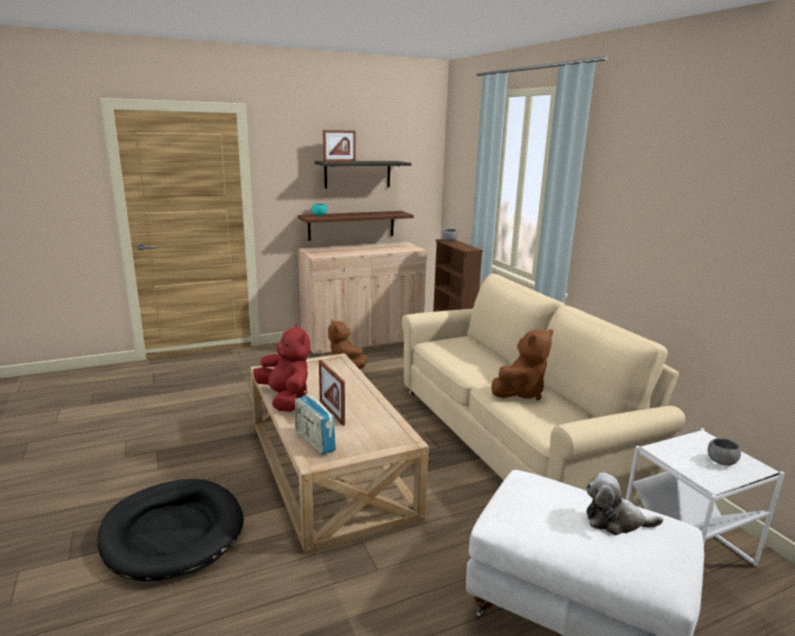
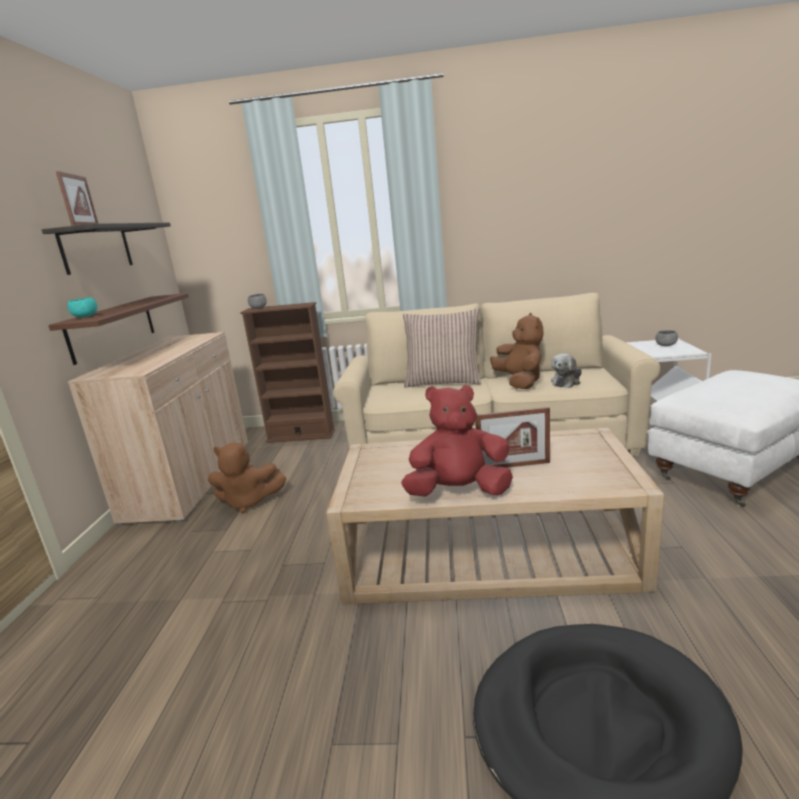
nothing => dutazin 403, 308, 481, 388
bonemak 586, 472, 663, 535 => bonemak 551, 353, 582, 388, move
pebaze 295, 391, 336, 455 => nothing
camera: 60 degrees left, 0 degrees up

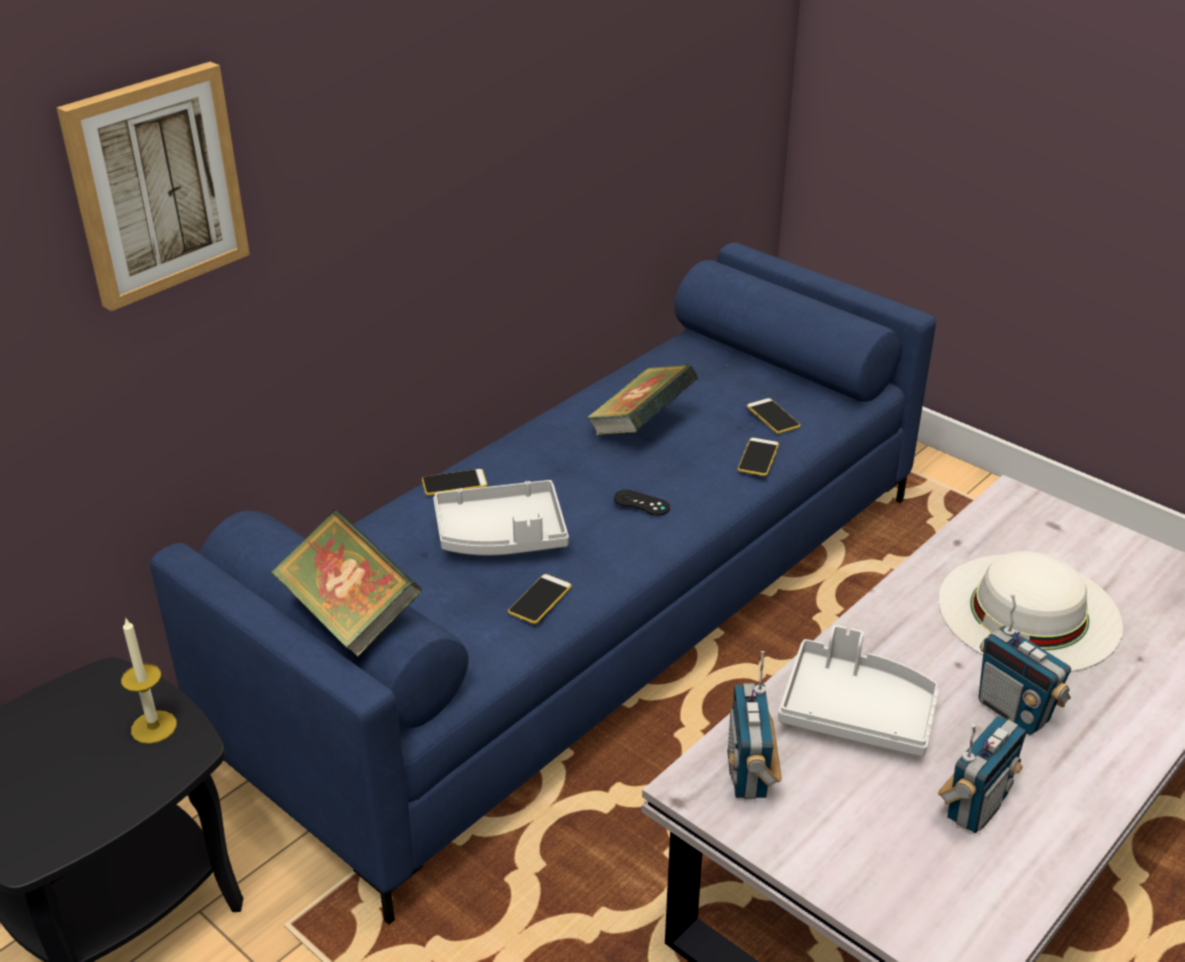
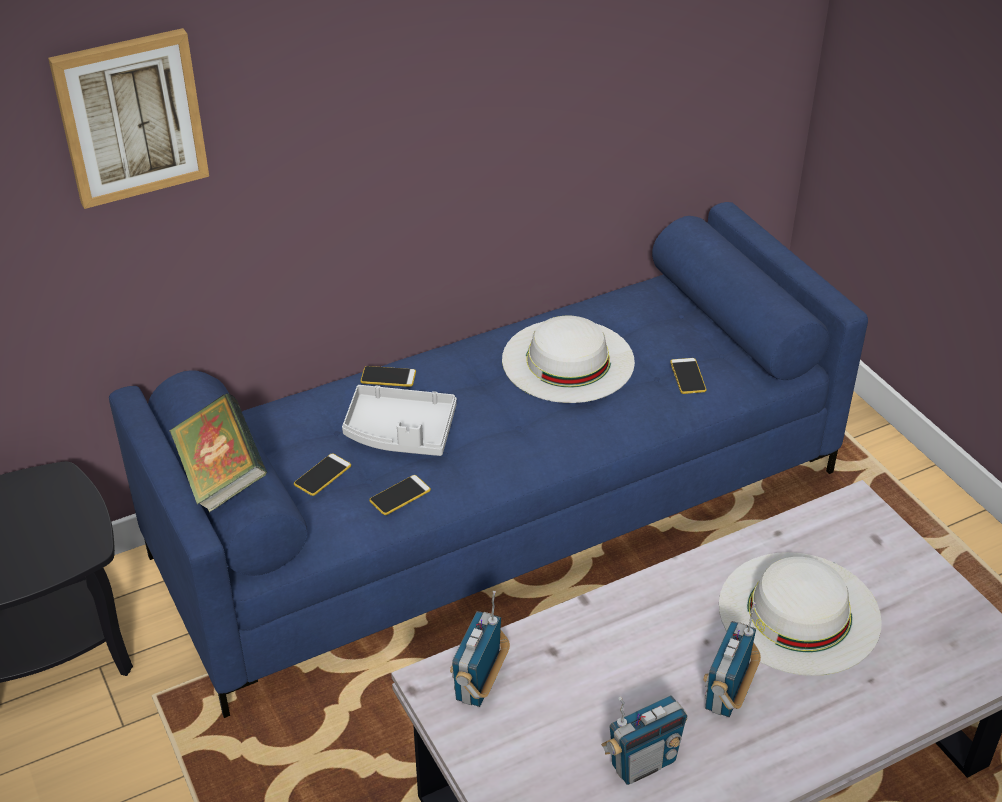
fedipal 737, 438, 779, 476 => fedipal 294, 454, 351, 496, move
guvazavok 586, 364, 698, 435 => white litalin 502, 316, 635, 403
pebaze 978, 594, 1071, 735 => pebaze 703, 602, 761, 717, 45 degrees clockwise
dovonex 121, 619, 177, 744 => nothing
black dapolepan 614, 490, 670, 516 => nothing
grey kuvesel 778, 625, 939, 757 => nothing
camera: 20 degrees right, 5 degrees up

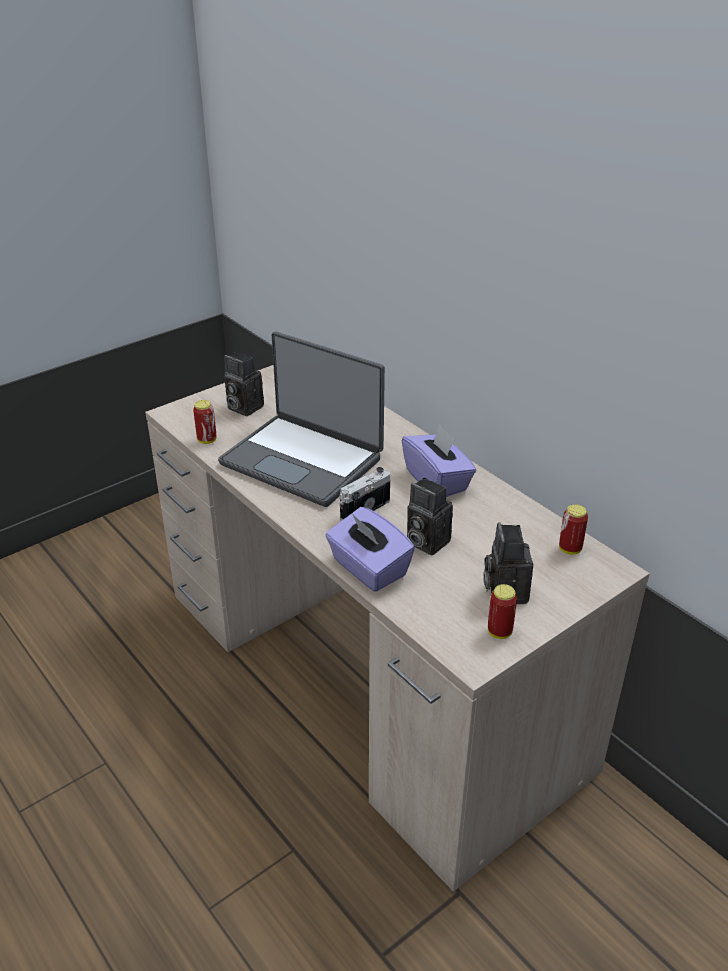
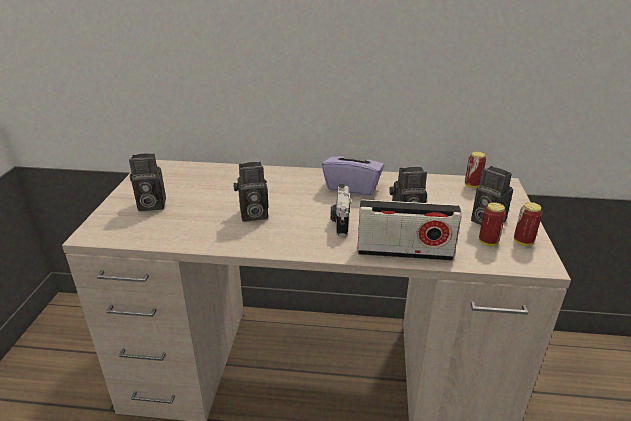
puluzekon 218, 331, 385, 507 => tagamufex 234, 162, 269, 222
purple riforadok 325, 507, 415, 592 => pebaze 357, 199, 462, 261
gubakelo 193, 400, 217, 444 => gubakelo 479, 202, 506, 246, move
camera: 45 degrees left, 5 degrees down

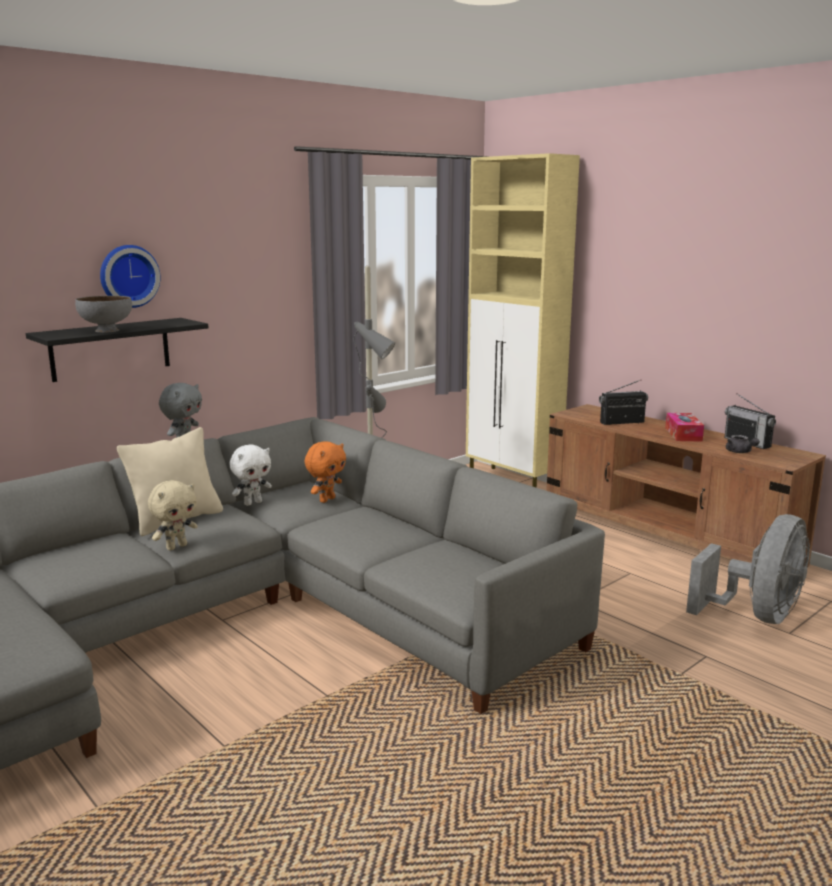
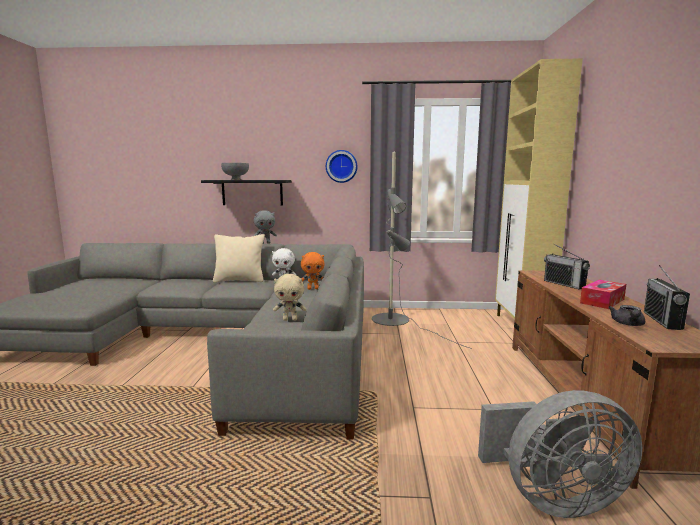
beige bonemak 148, 480, 198, 550 => beige bonemak 273, 274, 306, 321, move
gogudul 100, 245, 160, 308 => gogudul 326, 150, 357, 183, move
pebaze 599, 380, 648, 425 => pebaze 544, 244, 590, 289, 150 degrees counterclockwise
camera: 45 degrees right, 5 degrees down

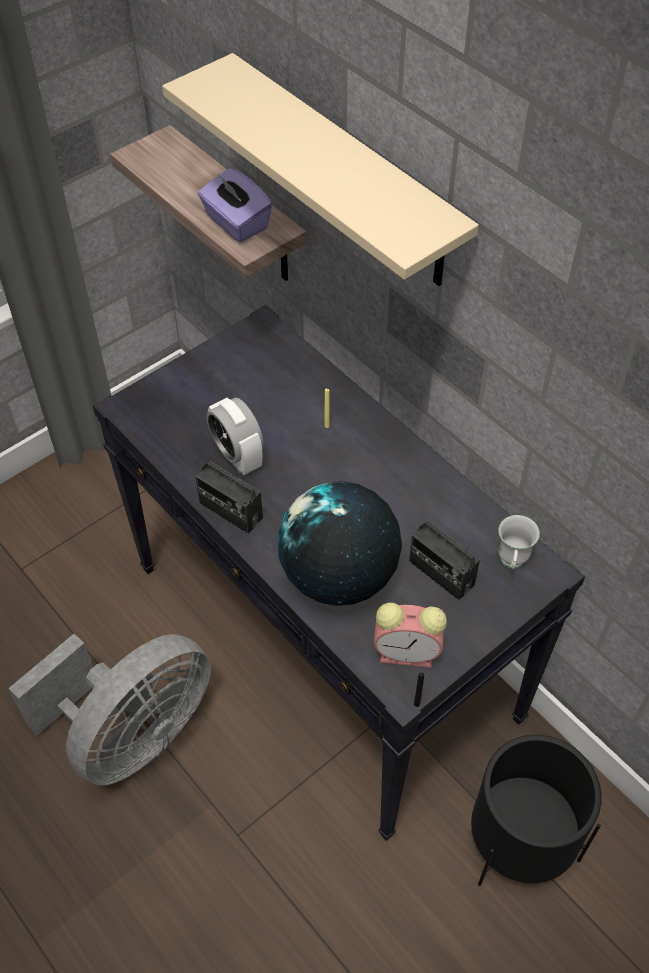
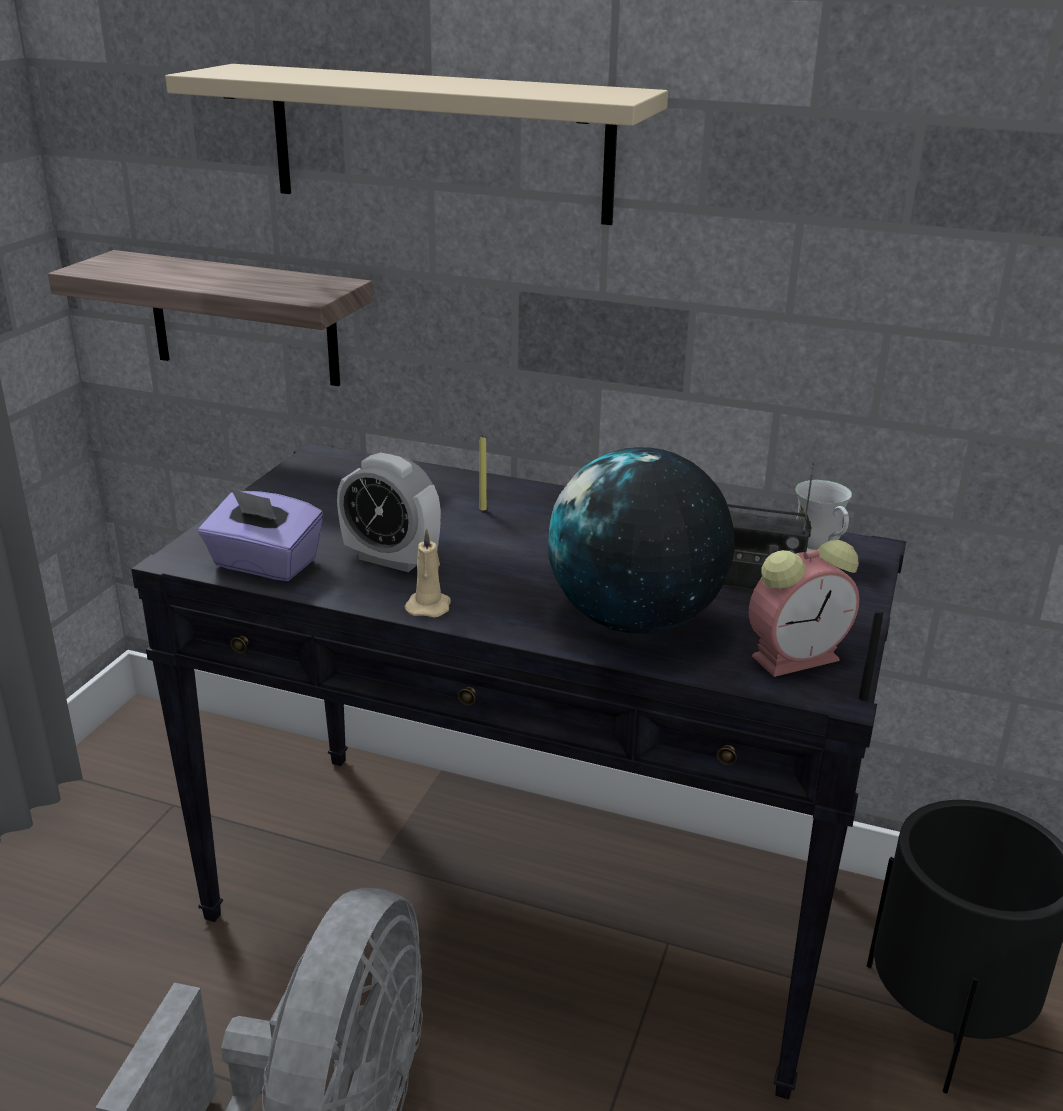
purple riforadok 198, 168, 272, 243 => purple riforadok 199, 488, 323, 581, move
pebaze 195, 461, 263, 534 => beige dovonex 405, 528, 451, 617
camera: 30 degrees left, 25 degrees down

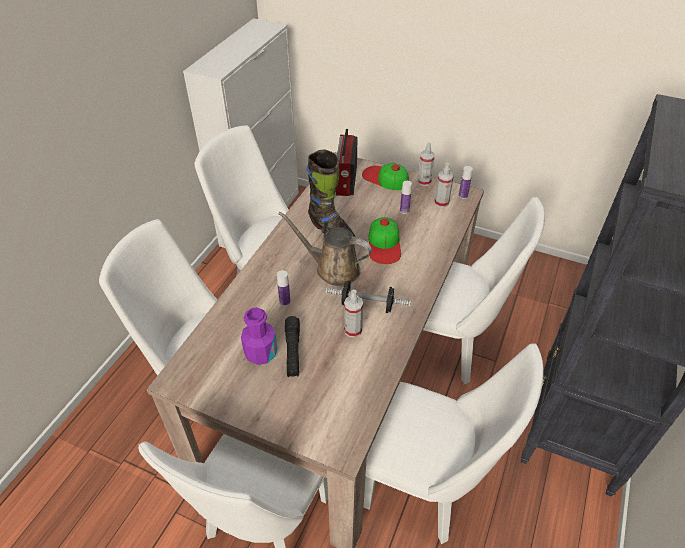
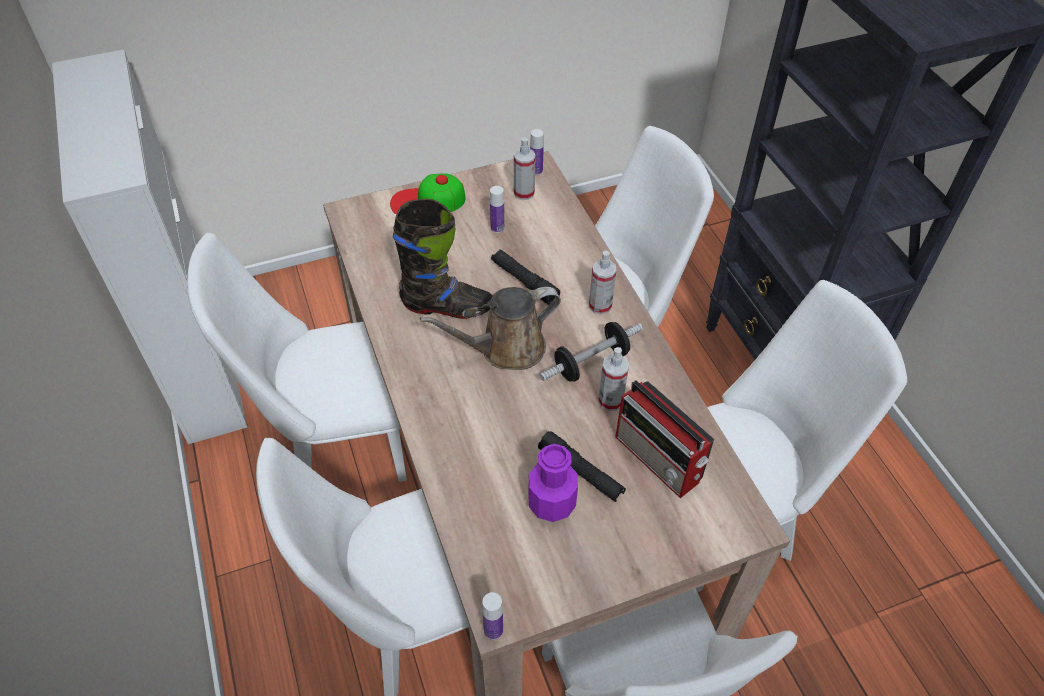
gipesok 277, 270, 291, 306 => gipesok 482, 592, 503, 640, move
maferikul 368, 217, 401, 264 => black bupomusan 491, 249, 560, 305
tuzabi 417, 142, 435, 186 => tuzabi 589, 251, 616, 315, move
pebaze 336, 129, 358, 196 => pebaze 615, 380, 714, 498, move
camera: 45 degrees left, 5 degrees up

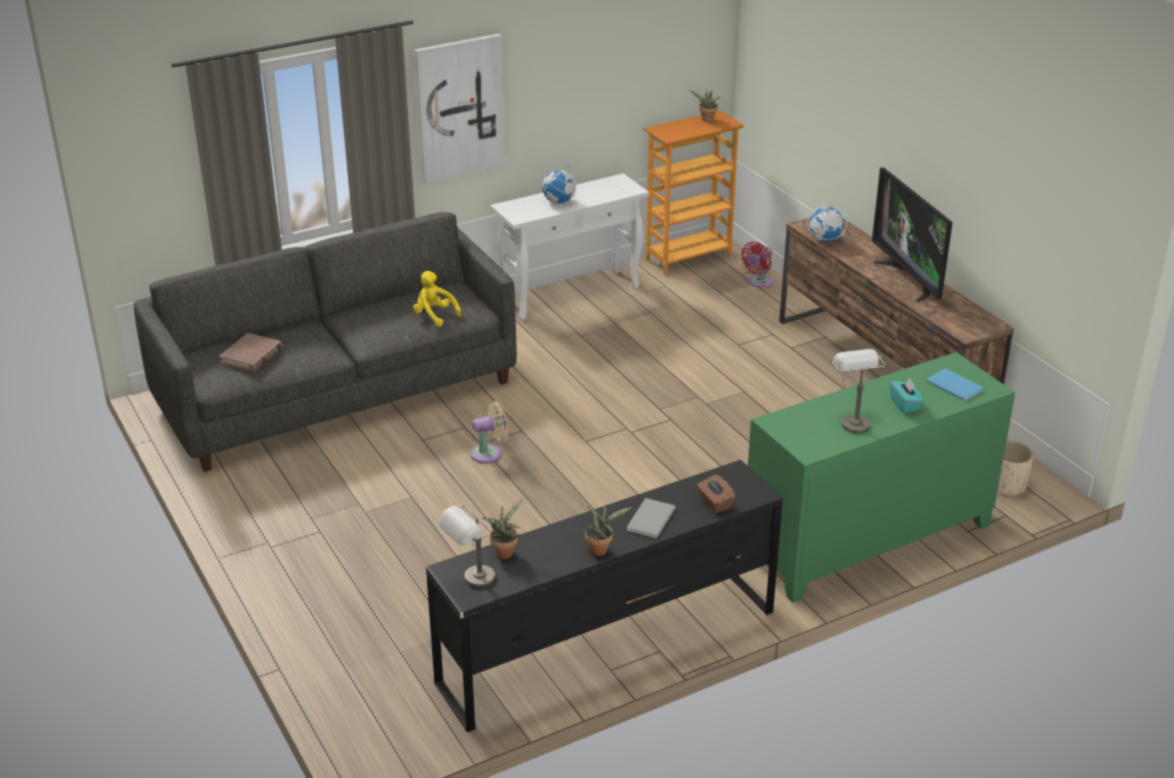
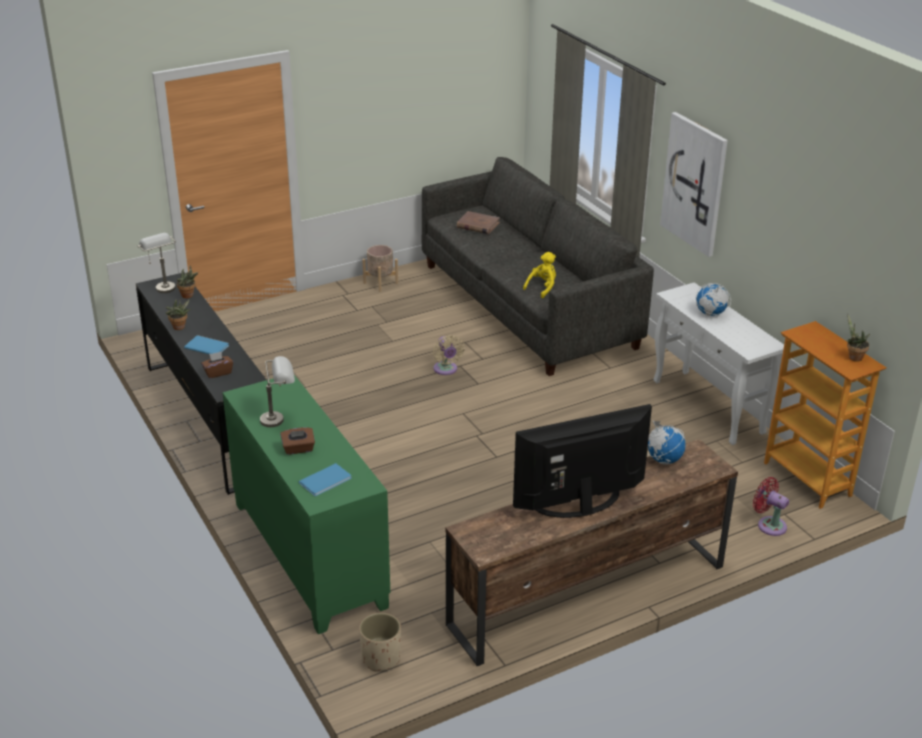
grey guvazavok 627, 498, 676, 538 => blue guvazavok 184, 335, 229, 354
turquoise riforadok 890, 377, 924, 413 => brown riforadok 280, 427, 315, 455
nothing => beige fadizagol 362, 245, 398, 292
camera: 90 degrees right, 0 degrees up

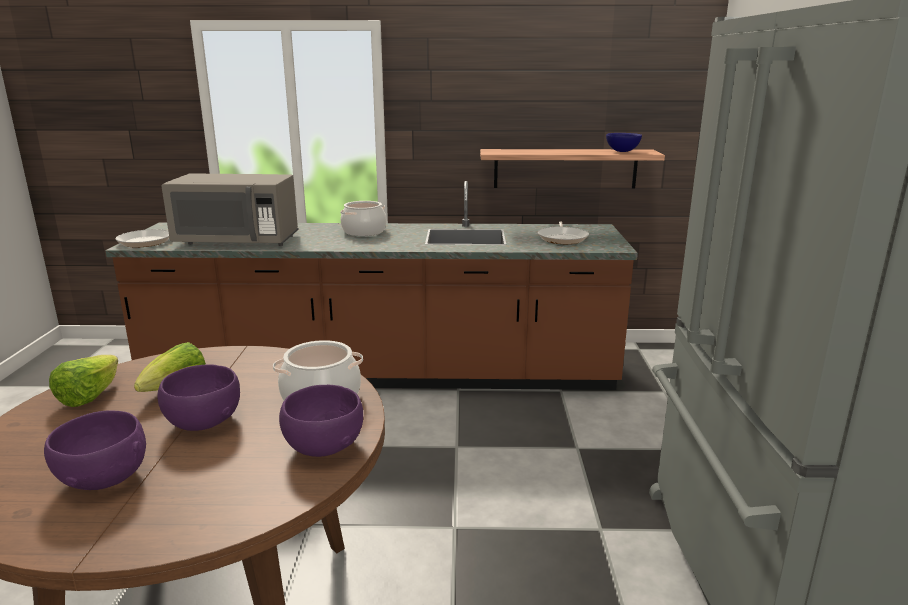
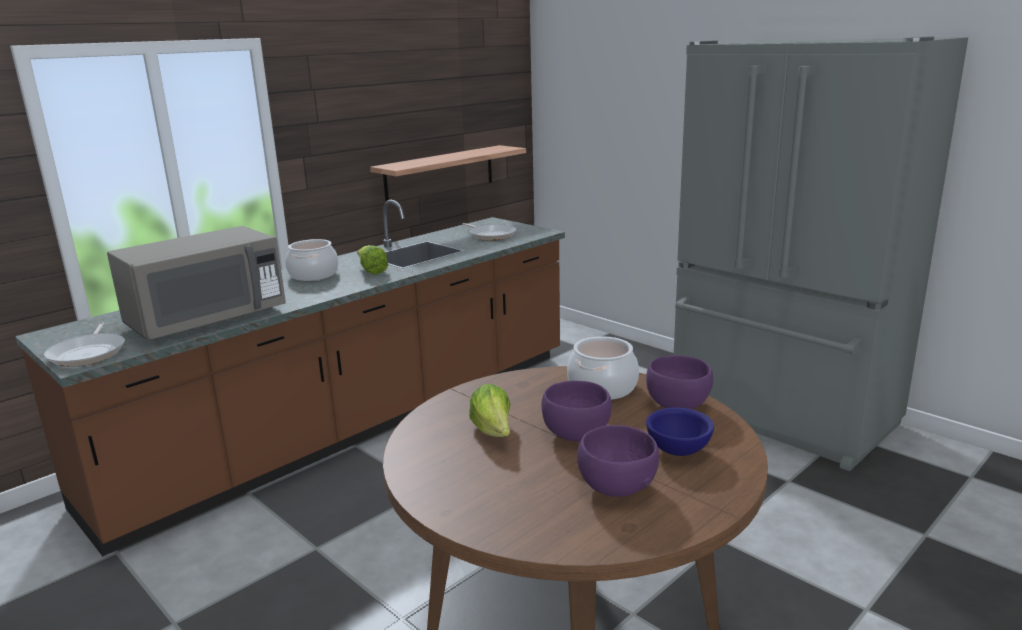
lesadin 49, 355, 118, 407 => lesadin 357, 245, 388, 274, move
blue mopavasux 606, 133, 642, 152 => blue mopavasux 646, 408, 714, 456, move
camera: 45 degrees left, 0 degrees up

